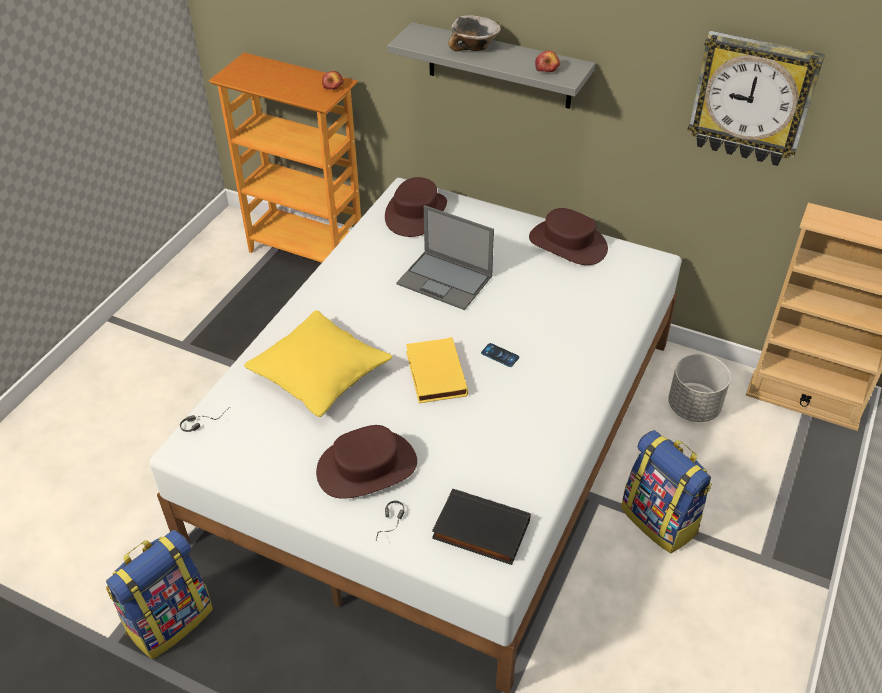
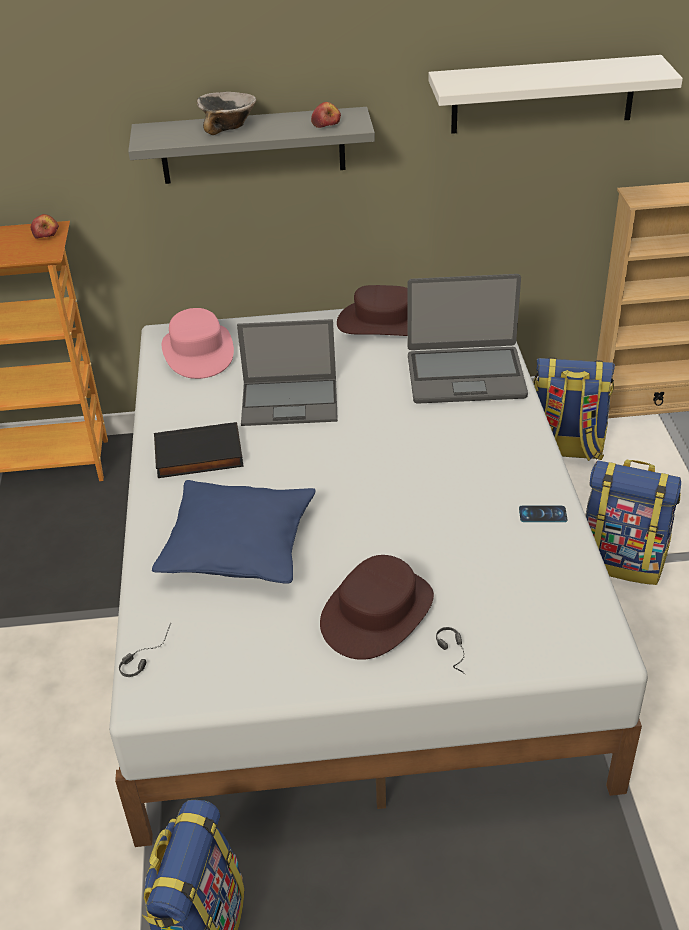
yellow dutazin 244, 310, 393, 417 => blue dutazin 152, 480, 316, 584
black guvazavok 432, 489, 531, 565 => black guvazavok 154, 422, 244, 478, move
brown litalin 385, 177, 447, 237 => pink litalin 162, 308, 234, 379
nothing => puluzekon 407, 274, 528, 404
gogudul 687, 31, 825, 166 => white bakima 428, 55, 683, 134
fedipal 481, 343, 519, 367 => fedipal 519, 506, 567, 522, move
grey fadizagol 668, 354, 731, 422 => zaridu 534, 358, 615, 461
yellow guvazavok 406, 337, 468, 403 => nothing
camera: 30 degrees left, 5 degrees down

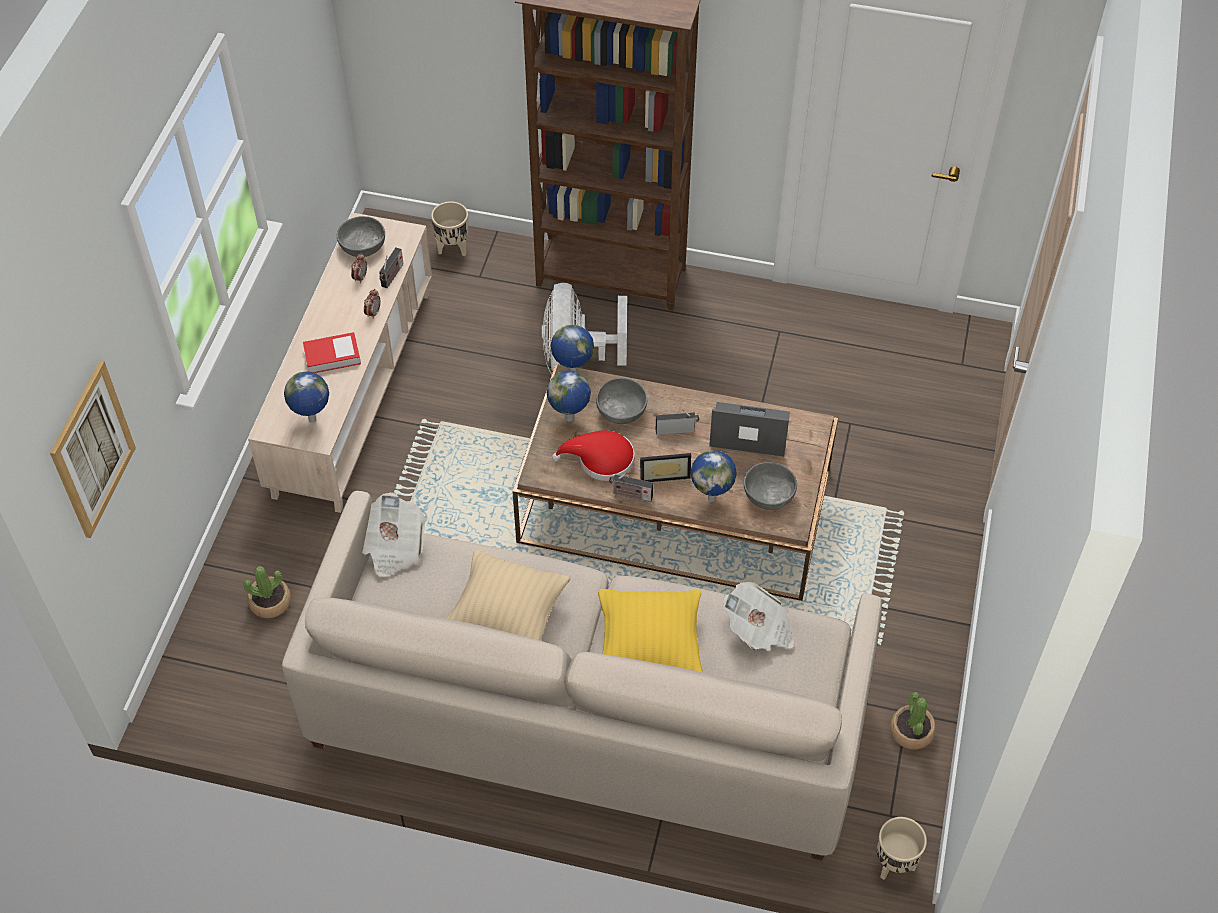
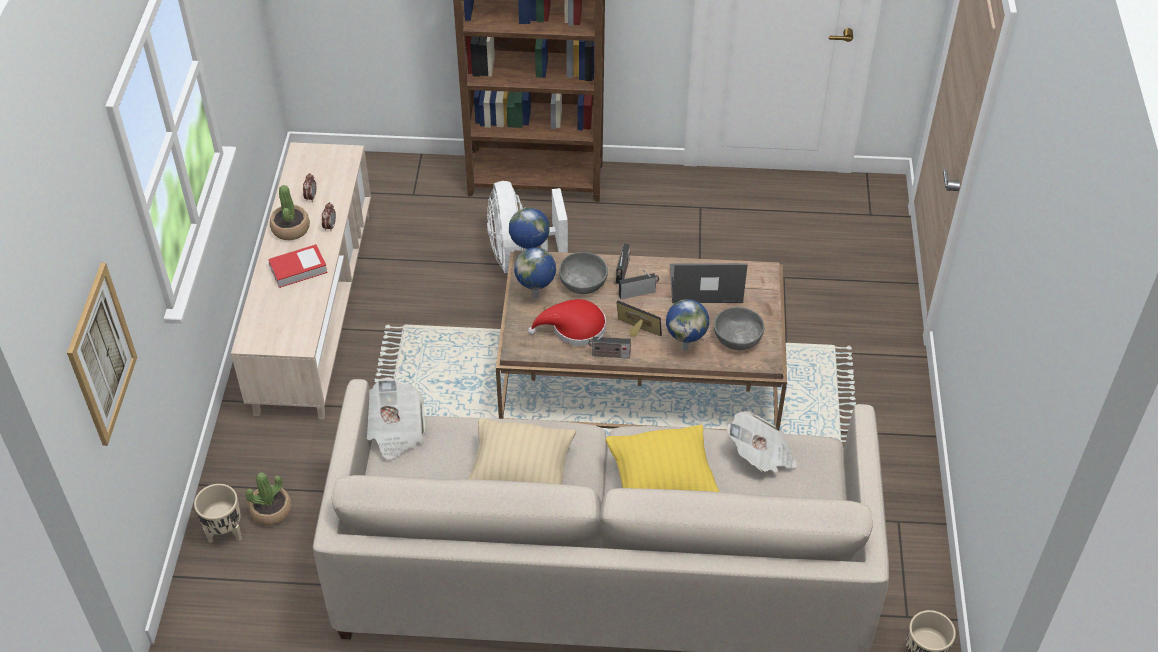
beige fadizagol 431, 201, 469, 256 => beige fadizagol 194, 484, 242, 543, move
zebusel 890, 692, 936, 749 => zebusel 270, 185, 310, 240, move
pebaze 379, 247, 404, 288 => pebaze 616, 244, 631, 284, move
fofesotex 640, 453, 691, 482 => fofesotex 616, 301, 662, 336, 135 degrees counterclockwise
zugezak 284, 372, 329, 423 => nothing
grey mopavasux 337, 216, 385, 257 => nothing
camera: 10 degrees left, 5 degrees down

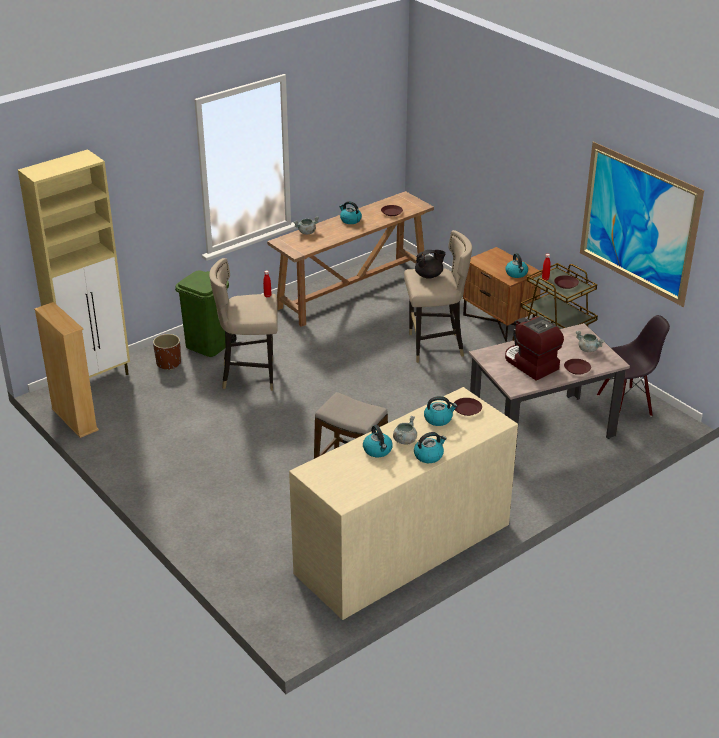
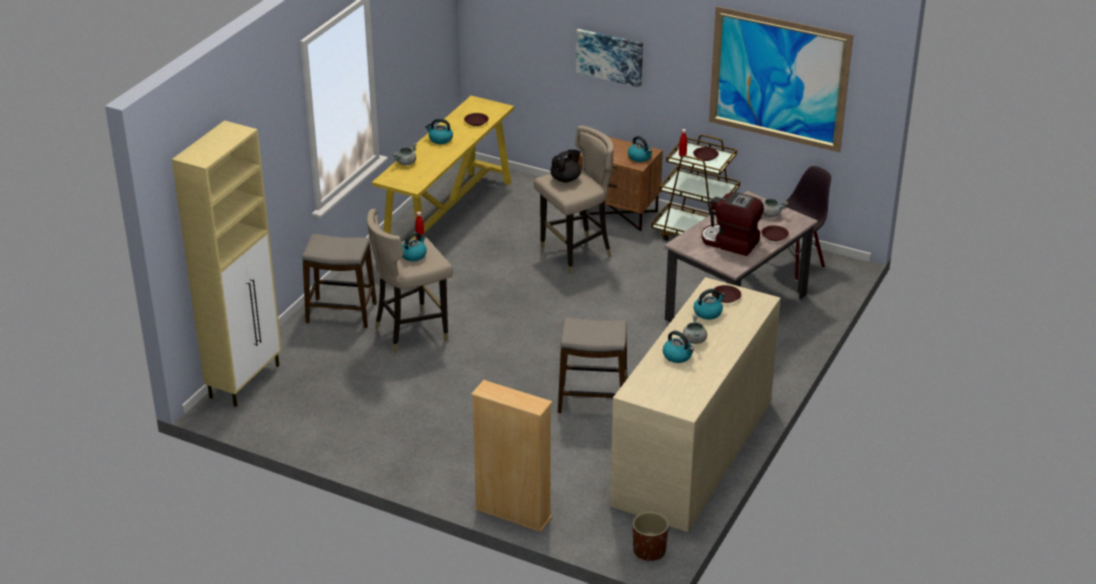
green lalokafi 175, 271, 237, 357 => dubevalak 302, 234, 377, 328
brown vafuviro 267, 191, 434, 327 => yellow vafuviro 372, 96, 514, 239
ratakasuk 414, 432, 447, 463 => ratakasuk 402, 232, 427, 261, move
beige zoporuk 34, 302, 99, 438 => beige zoporuk 471, 380, 552, 532, move
nothing => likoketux 576, 29, 643, 88
brown fadizagol 153, 334, 181, 370 => brown fadizagol 633, 512, 669, 561, move
camera: 25 degrees left, 0 degrees up

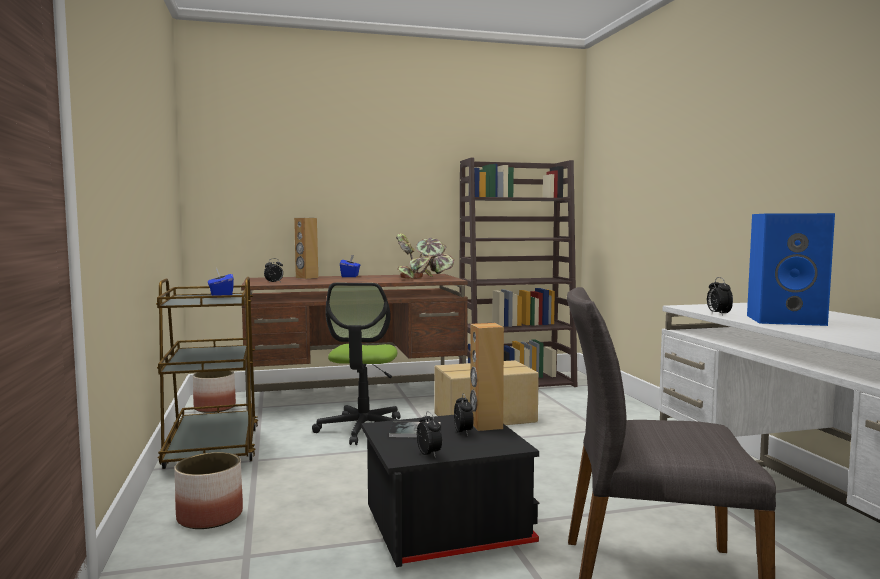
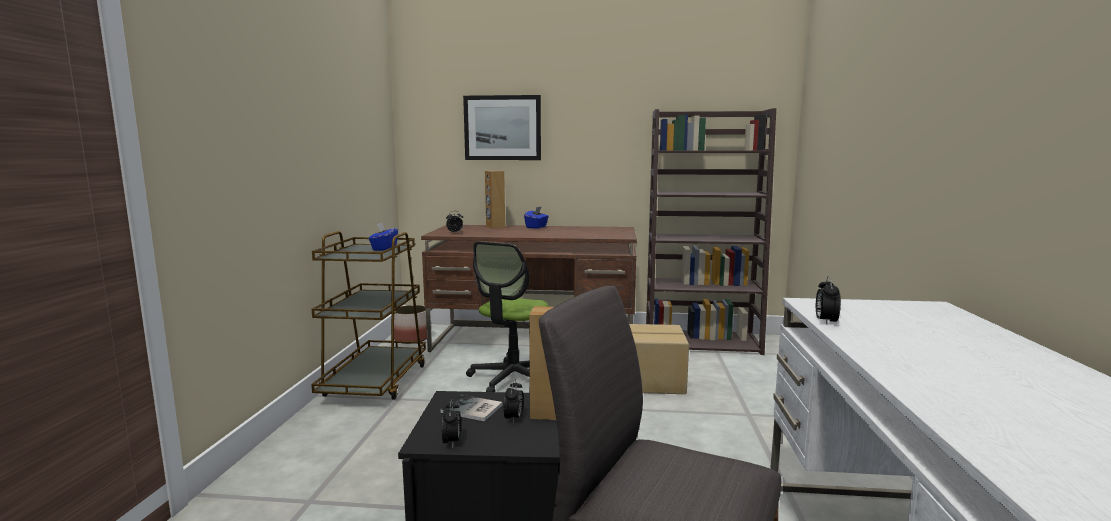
nothing => likoketux 463, 95, 541, 160
fadizagol 174, 452, 243, 529 => nothing
zebusel 396, 233, 454, 279 => nothing
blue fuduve 747, 213, 835, 326 => nothing
camera: 20 degrees right, 5 degrees up

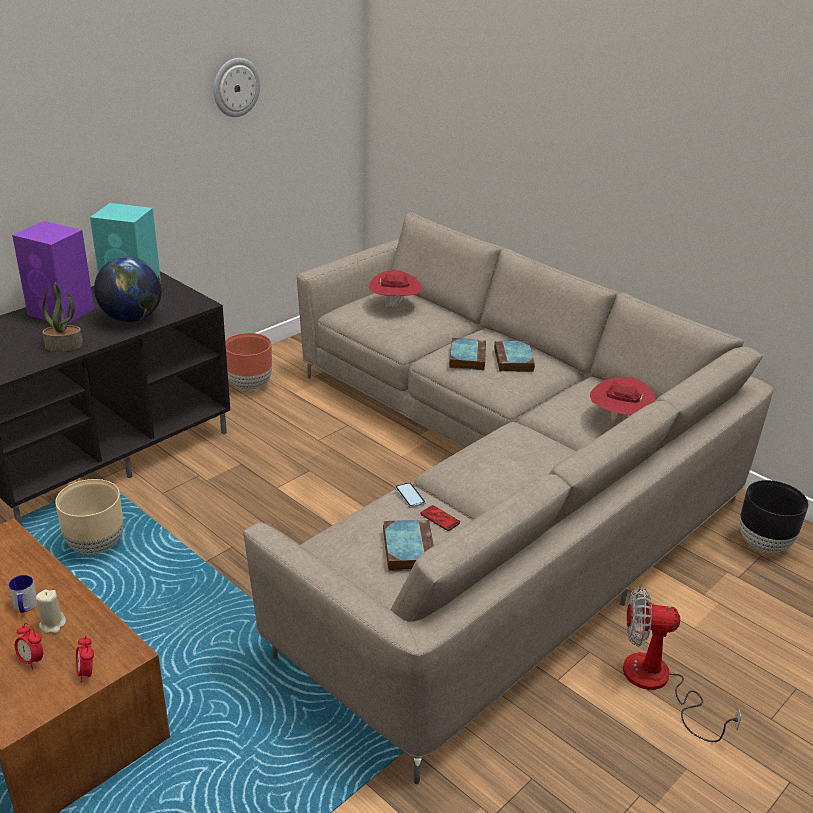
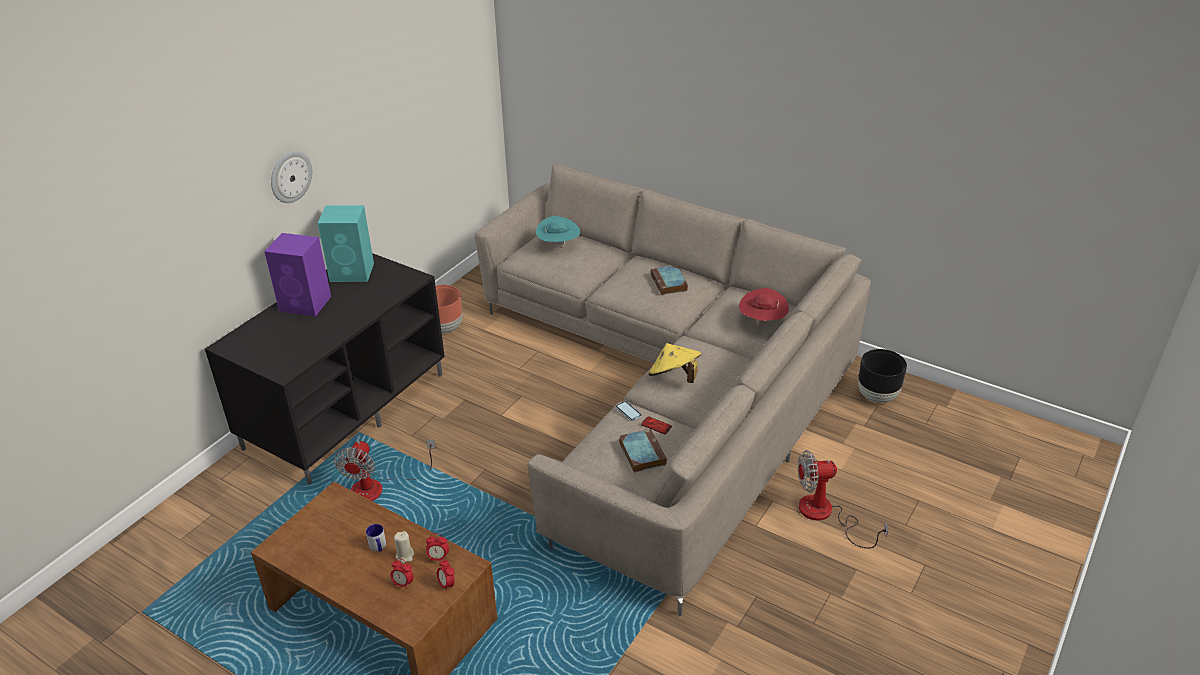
gogudul 213, 58, 260, 117 => gogudul 271, 151, 312, 203, move
beige fadizagol 55, 479, 123, 554 => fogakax 334, 439, 436, 501
nothing => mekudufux 426, 533, 449, 562
red litalin 369, 270, 422, 308 => turquoise litalin 536, 216, 580, 249
nothing => yellow litalin 648, 343, 701, 383
zebusel 42, 282, 83, 352 => nothing
zugezak 94, 257, 162, 322 => nothing
guvazavok 449, 338, 486, 370 => nothing
camera: 10 degrees left, 5 degrees up

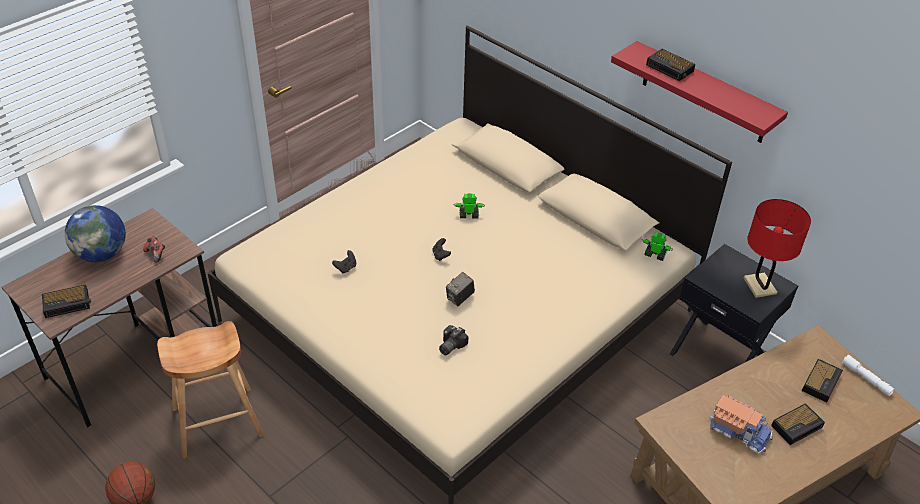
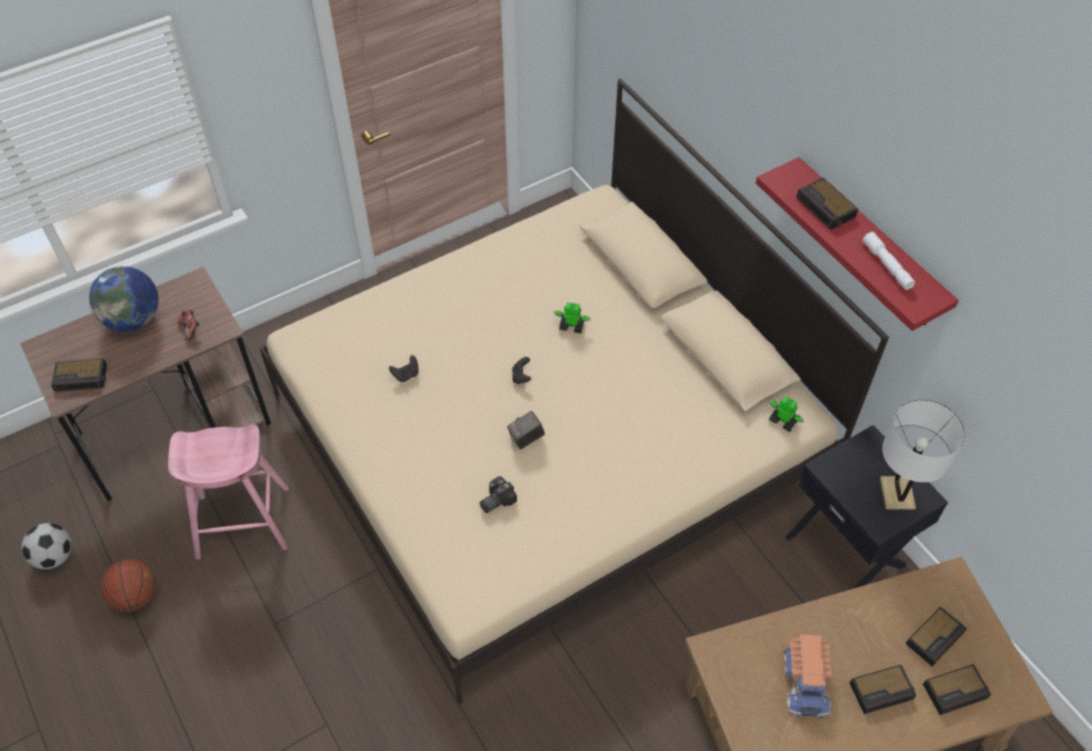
nothing => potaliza 22, 523, 71, 569
brown dubevalak 157, 321, 264, 459 => pink dubevalak 168, 424, 289, 560
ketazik 709, 395, 773, 453 => ketazik 784, 634, 832, 719, 45 degrees clockwise
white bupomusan 842, 355, 895, 396 => white bupomusan 863, 232, 915, 290, move
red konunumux 744, 199, 811, 298 => white konunumux 880, 399, 965, 510
nothing => mekudufux 923, 664, 991, 715
camera: 15 degrees right, 10 degrees up

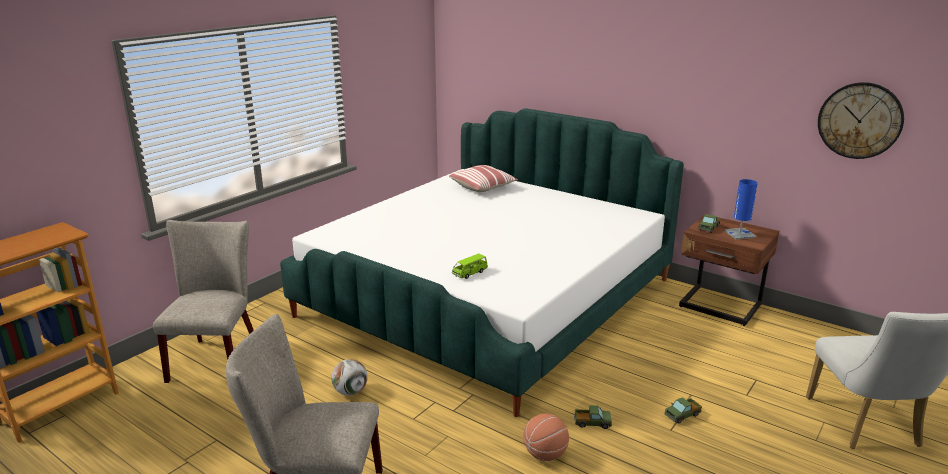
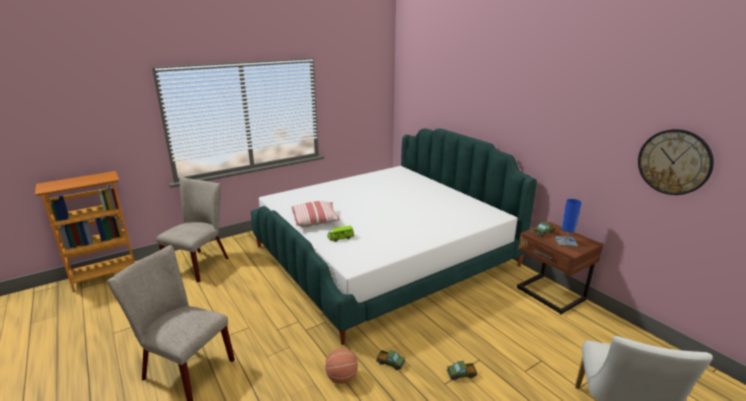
dutazin 449, 165, 518, 192 => dutazin 292, 201, 340, 227, move
potaliza 331, 359, 368, 396 => nothing
camera: 20 degrees right, 0 degrees up

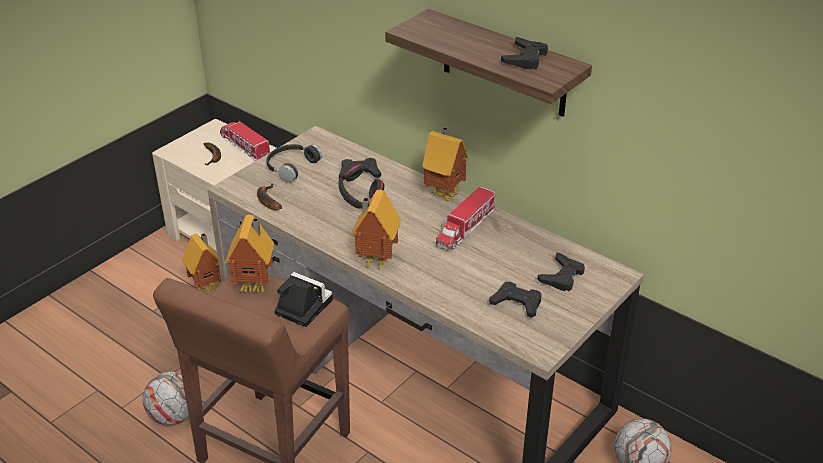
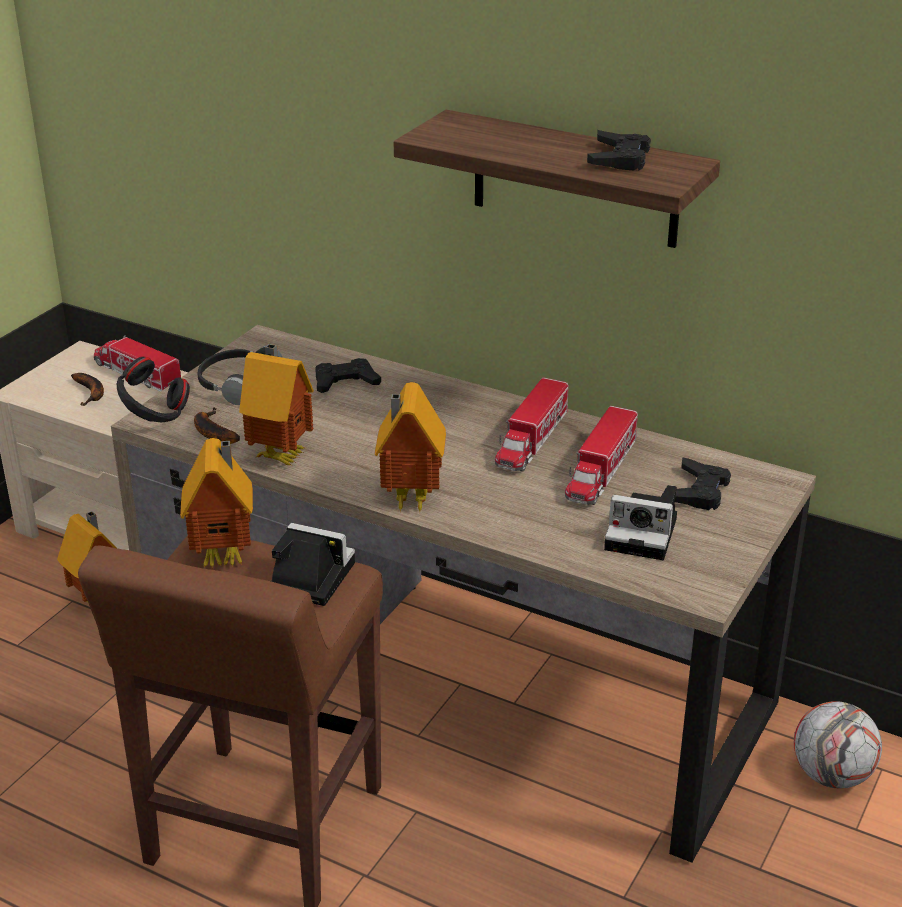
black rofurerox 338, 164, 384, 209 => black rofurerox 117, 356, 190, 422, move
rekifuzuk 422, 127, 468, 201 => rekifuzuk 239, 344, 314, 465, move
nothing => ketazik 565, 406, 638, 505
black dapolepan 489, 282, 541, 318 => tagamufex 604, 485, 677, 560
potaliza 143, 372, 189, 425 => nothing
camera: 10 degrees left, 5 degrees down

